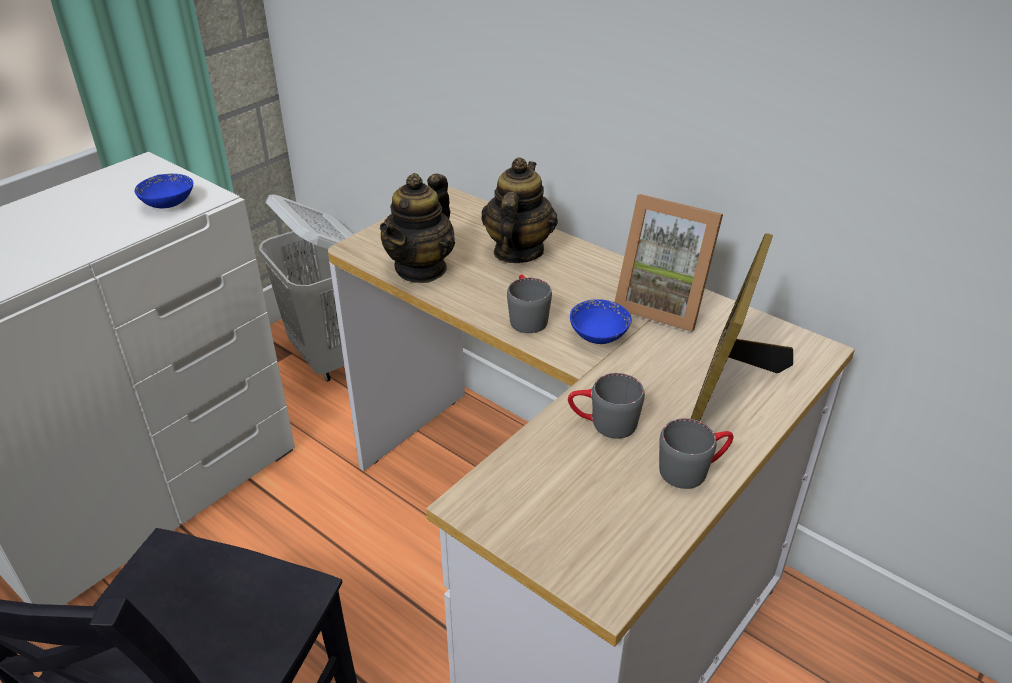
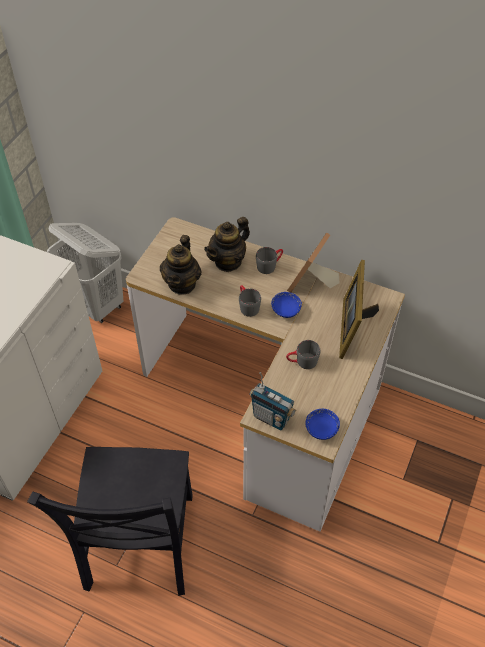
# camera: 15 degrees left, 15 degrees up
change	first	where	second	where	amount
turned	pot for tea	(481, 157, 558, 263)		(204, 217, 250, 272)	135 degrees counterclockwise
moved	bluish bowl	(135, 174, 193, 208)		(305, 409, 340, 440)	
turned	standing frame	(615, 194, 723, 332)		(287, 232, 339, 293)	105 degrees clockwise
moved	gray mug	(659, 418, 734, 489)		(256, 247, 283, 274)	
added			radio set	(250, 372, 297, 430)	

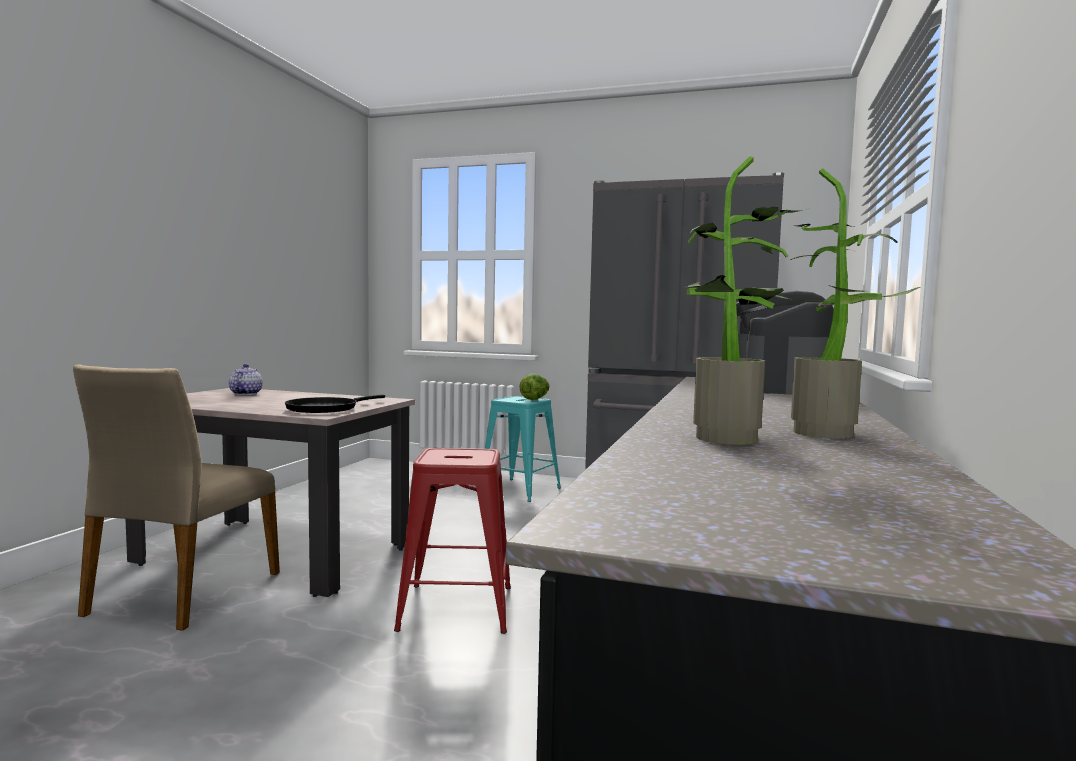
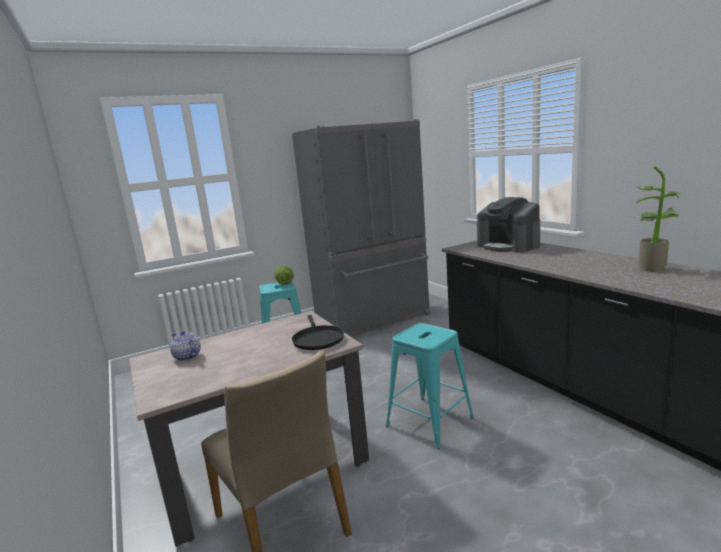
# camera: 45 degrees left, 10 degrees up
change	first	where	second	where	amount
removed	houseplant	(685, 156, 809, 445)			
recoloured	red sitting stool	(394, 448, 511, 634)	turquoise-coloured sitting stool	(386, 323, 474, 449)	

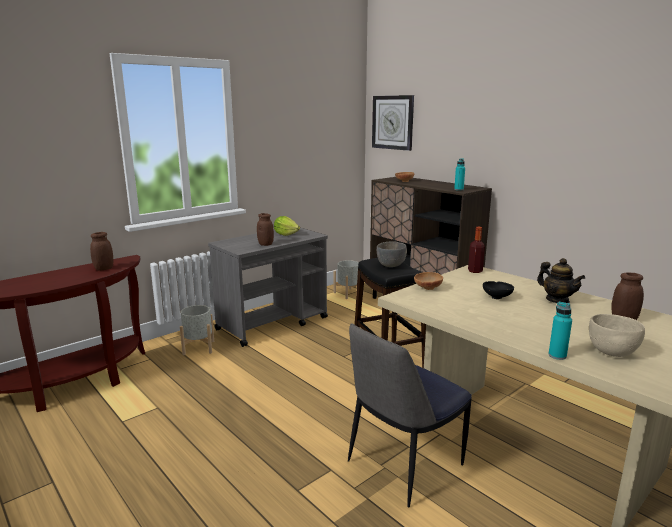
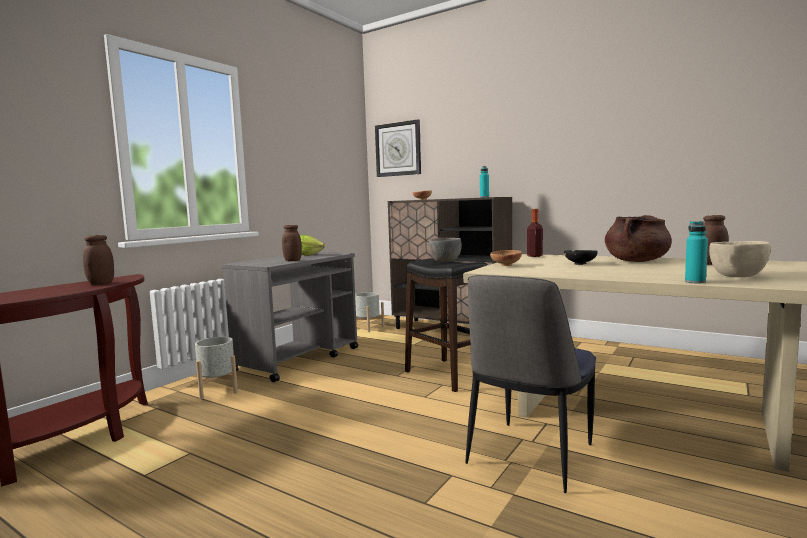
# camera: 15 degrees left, 10 degrees down
change	first	where	second	where	amount
replaced	pot for tea	(537, 258, 585, 303)	brown-coloured stockpot	(605, 215, 672, 262)	

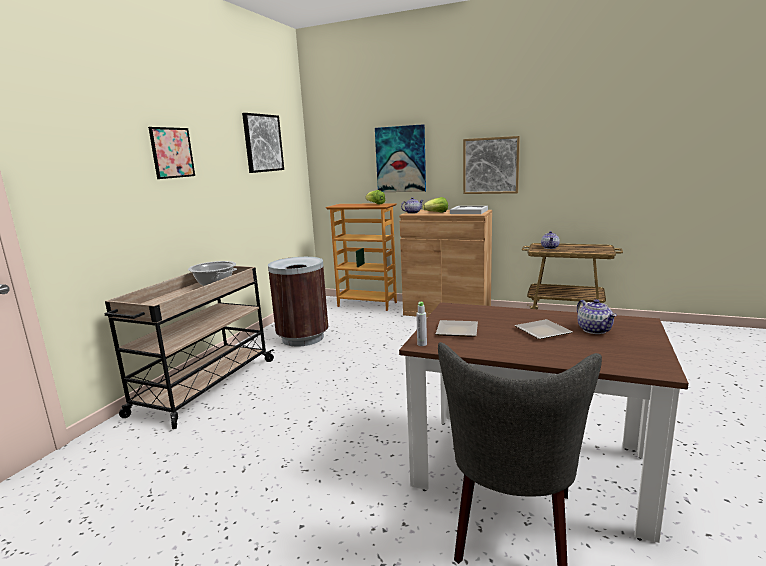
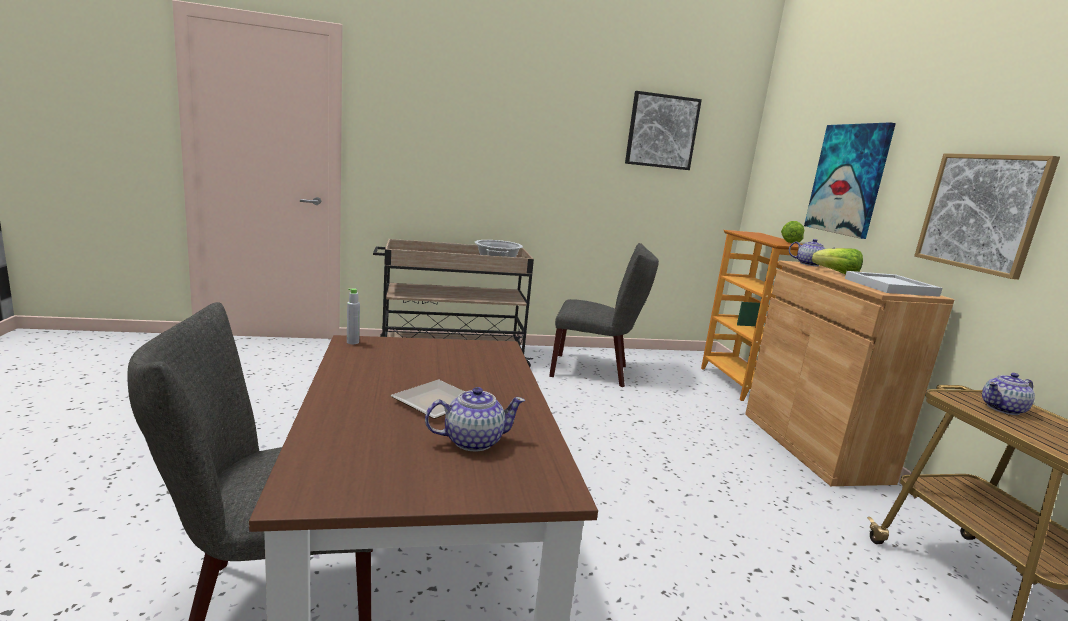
# camera: 55 degrees right, 0 degrees up
change	first	where	second	where	amount
removed	wall art	(148, 127, 195, 179)			
replaced	brown-coloured rubbish bin	(268, 257, 328, 346)	gray plain chair	(549, 243, 659, 387)	
turned	pot for tea	(577, 299, 617, 334)		(425, 387, 525, 452)	150 degrees counterclockwise
removed	plate	(436, 320, 478, 337)			

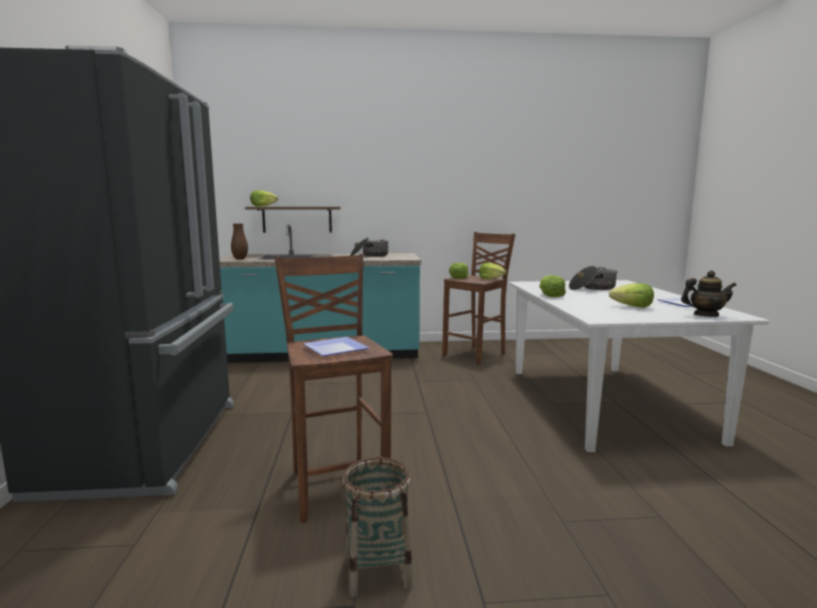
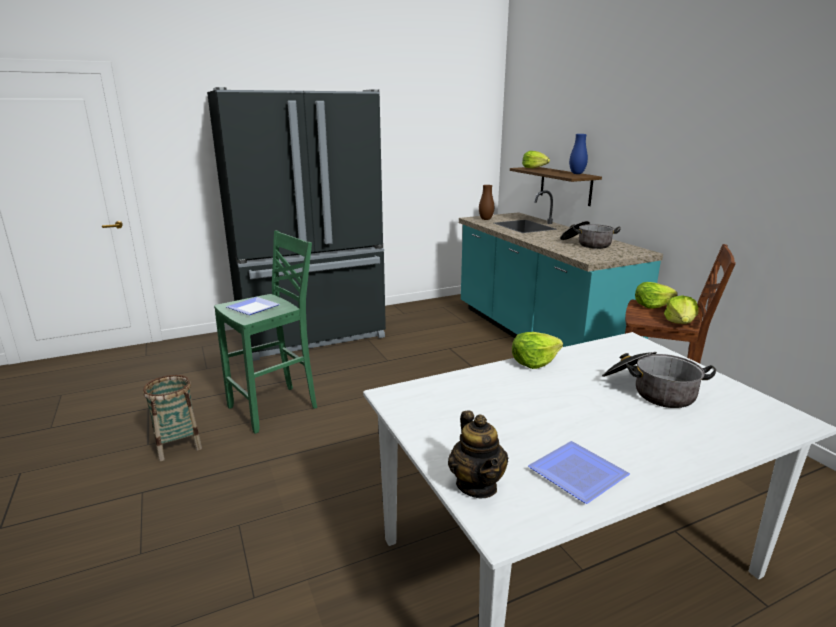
# camera: 70 degrees right, 10 degrees up
change	first	where	second	where	amount
recoloured	brown-coloured sitting stool	(275, 254, 393, 523)	greenish sitting stool	(214, 231, 317, 434)	
removed	lettuce head	(609, 283, 654, 308)			
added			bluish decorative vase	(569, 134, 588, 174)	

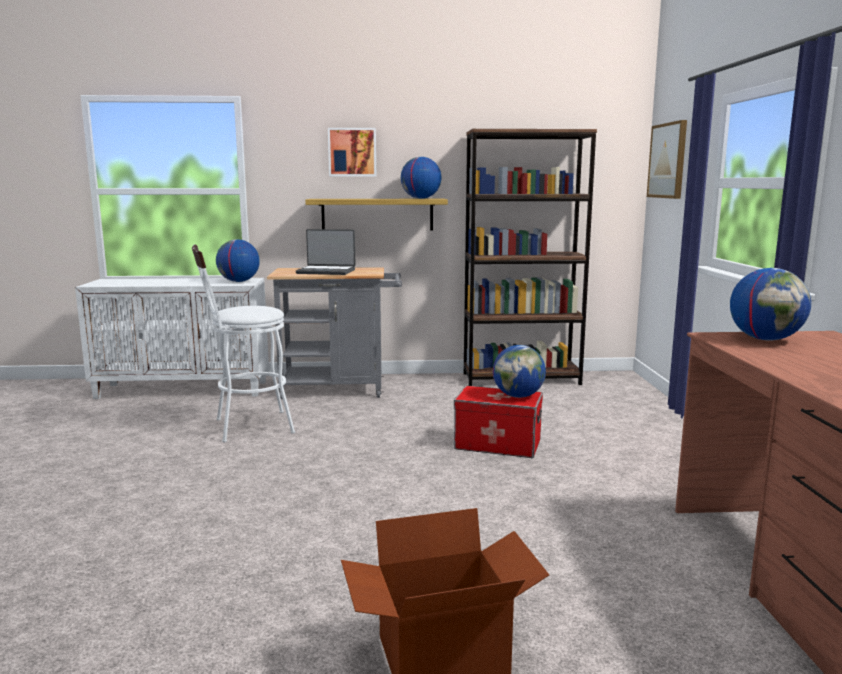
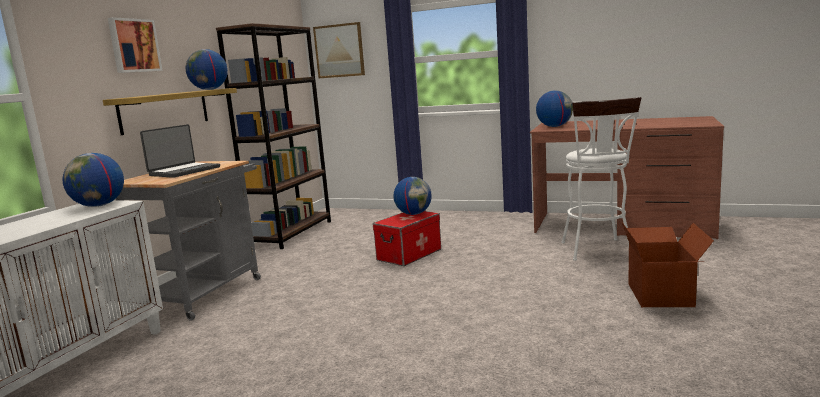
# camera: 65 degrees left, 0 degrees up
change	first	where	second	where	amount
moved	whitish sitting stool	(192, 244, 295, 442)		(561, 97, 642, 261)	

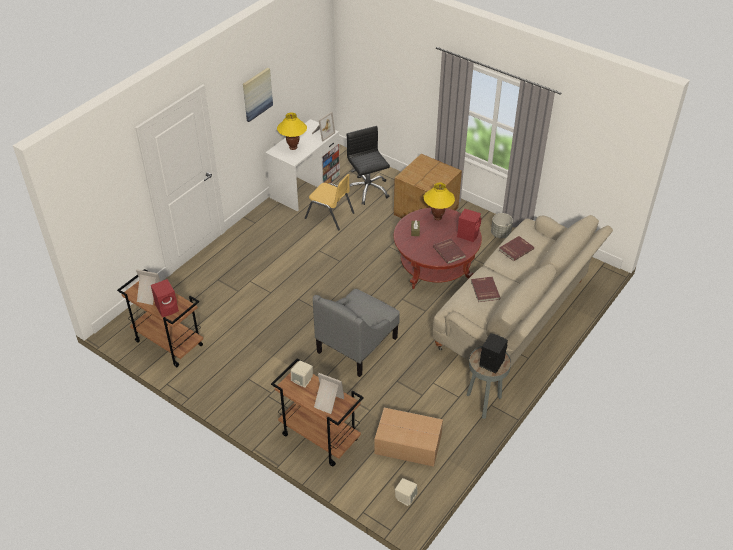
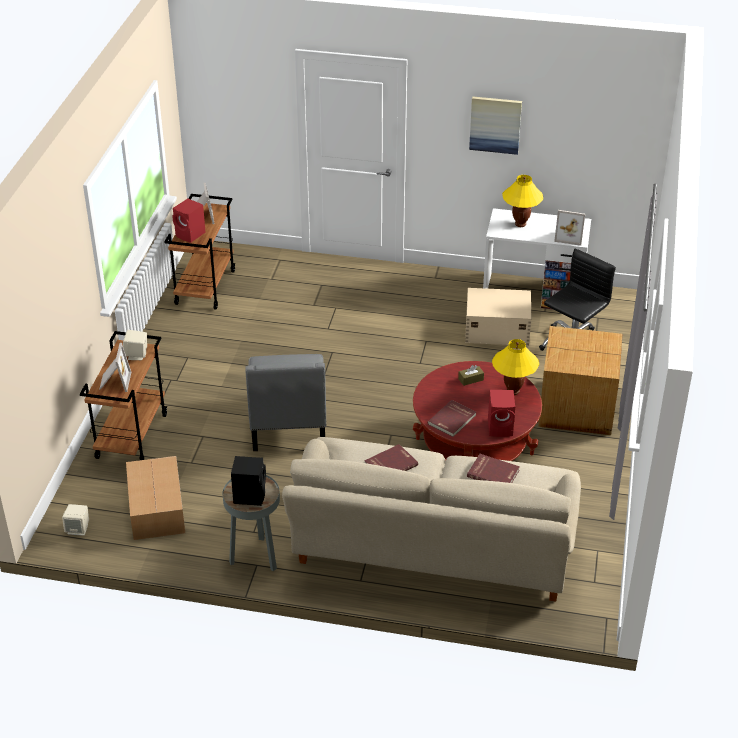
# camera: 65 degrees right, 5 degrees down
change	first	where	second	where	amount
replaced	yellowish plain chair	(305, 174, 354, 230)	beige-coloured storage box	(465, 288, 532, 346)	
removed	gray planter	(491, 213, 513, 238)			
turned	gray easy chair	(313, 289, 400, 377)		(245, 354, 326, 451)	105 degrees counterclockwise

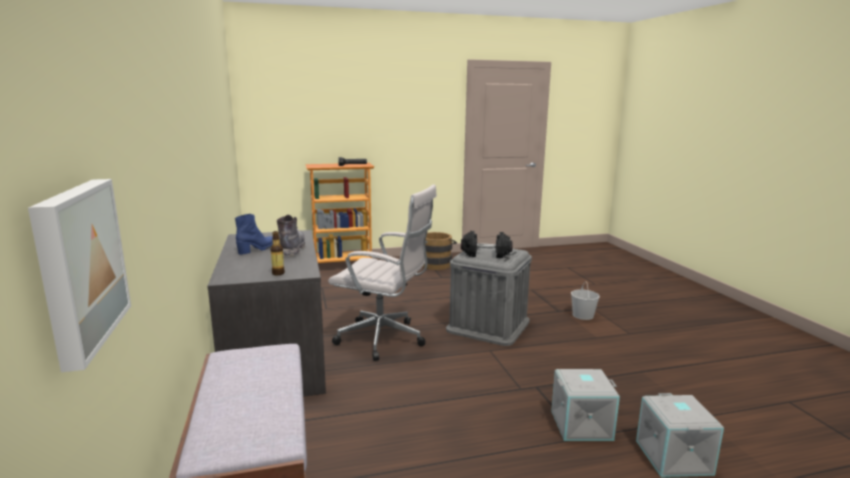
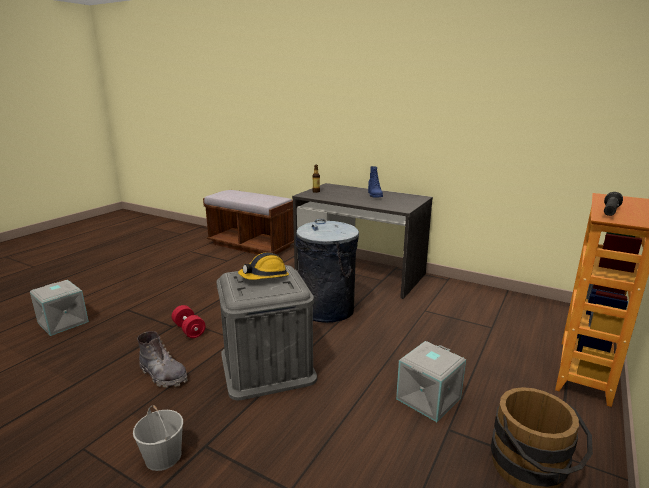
# camera: 135 degrees right, 5 degrees up
change	first	where	second	where	amount
removed	wall art	(28, 179, 131, 372)			
replaced	whitish desk chair	(328, 184, 437, 361)	gray rubbish bin	(295, 219, 359, 323)	
moved	gray boot	(277, 215, 305, 257)		(137, 331, 187, 388)	
replaced	blackish dumbbell	(461, 231, 513, 258)	safety helmet	(238, 252, 289, 280)	
moved	gray storage box	(551, 369, 620, 441)		(396, 341, 466, 422)	
added			red dumbbell	(172, 305, 206, 338)	

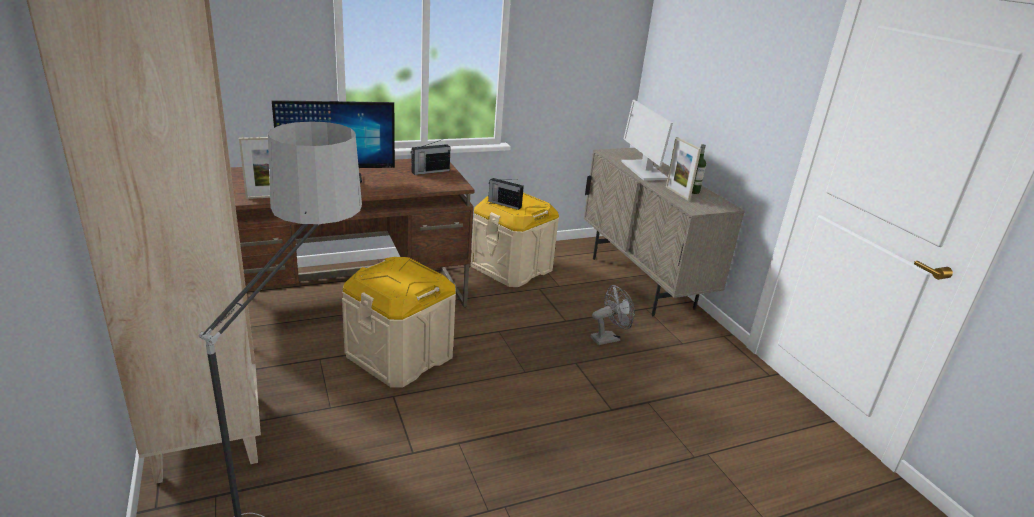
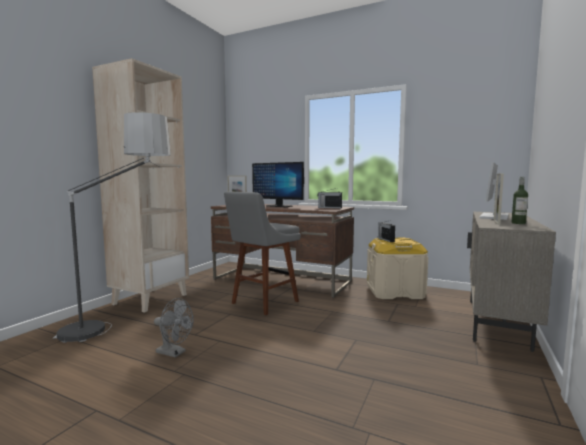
# camera: 50 degrees right, 20 degrees down
change	first	where	second	where	amount
replaced	beige-coloured storage box	(342, 257, 456, 387)	gray sitting stool	(224, 191, 301, 315)	
moved	gray cooling fan	(590, 285, 635, 345)		(154, 298, 194, 358)	

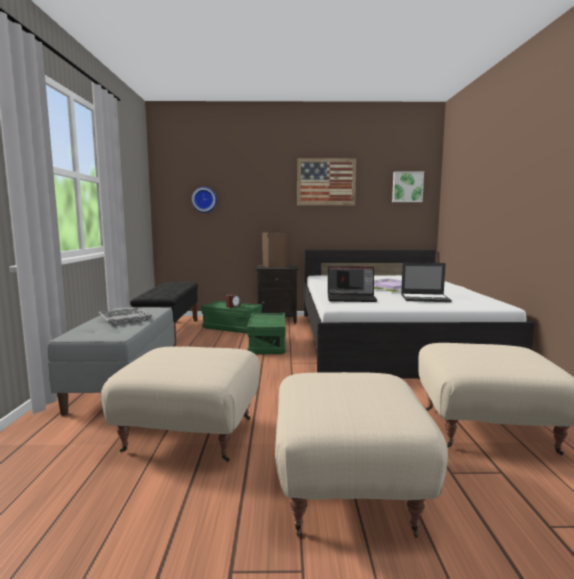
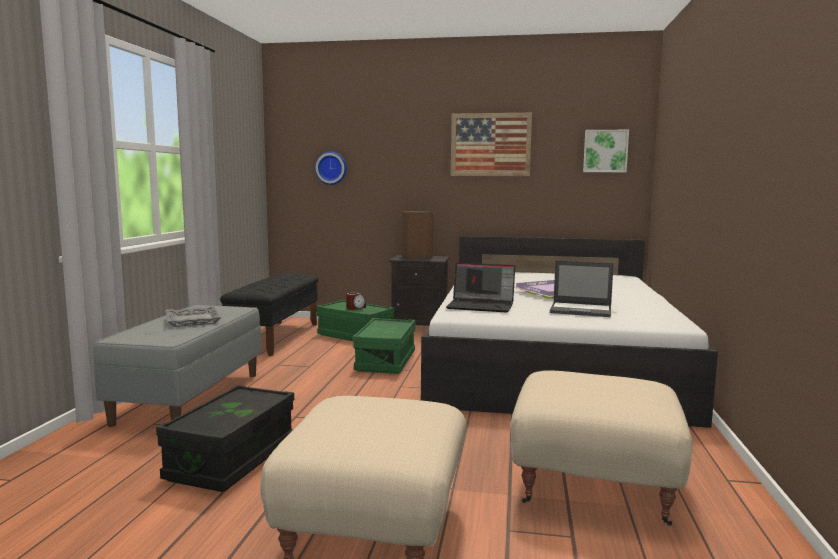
# camera: 10 degrees right, 0 degrees up
change	first	where	second	where	amount
replaced	beige-coloured footrest	(101, 346, 260, 462)	blackish storage box	(156, 385, 294, 492)	

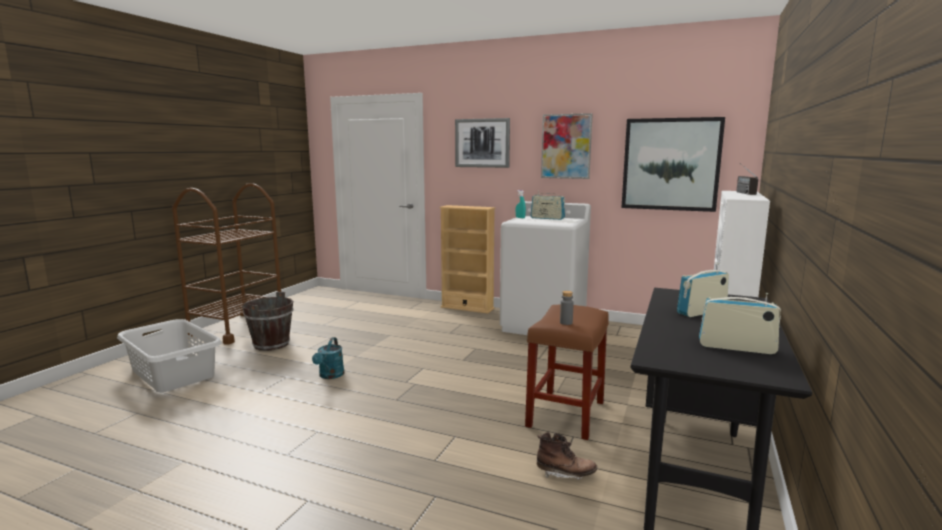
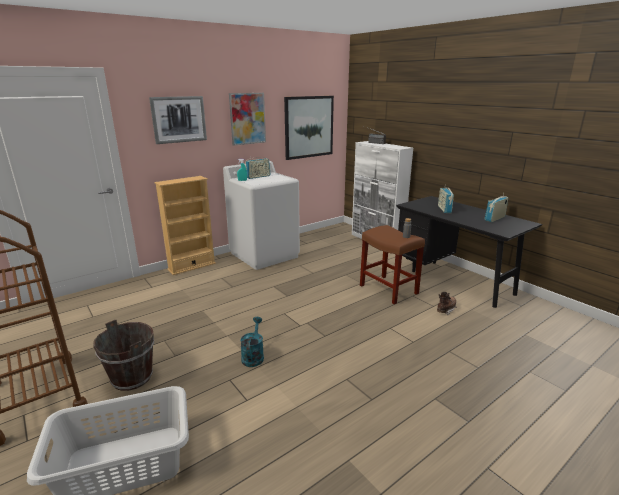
# camera: 60 degrees left, 10 degrees up
change	first	where	second	where	amount
turned	turquoise-coloured sprinkling can	(312, 337, 344, 379)		(240, 317, 264, 367)	120 degrees counterclockwise

